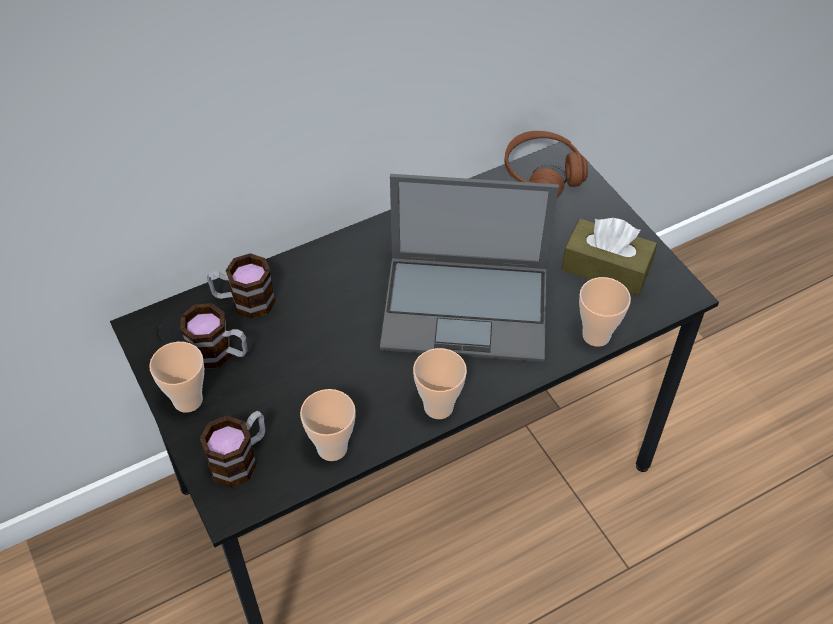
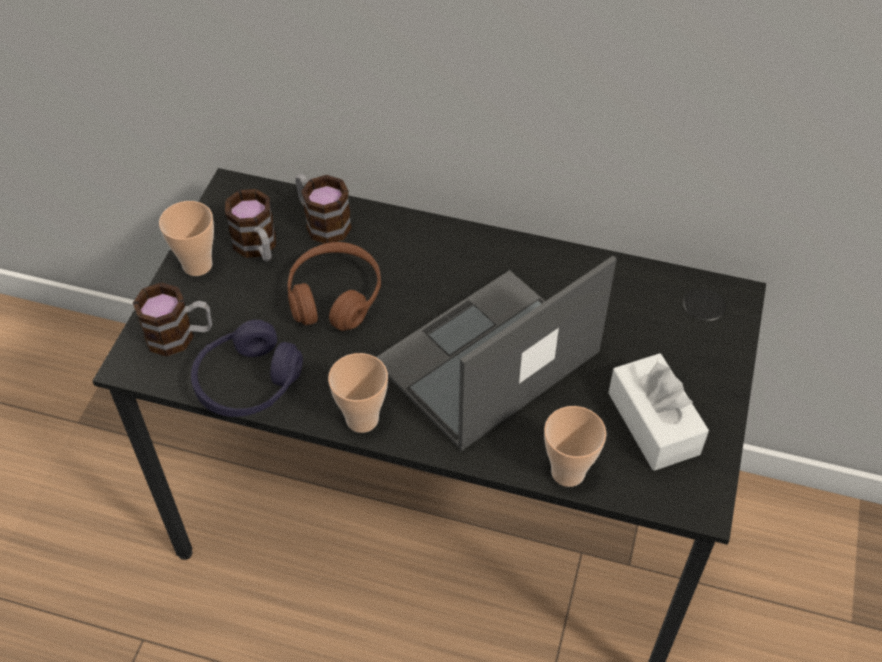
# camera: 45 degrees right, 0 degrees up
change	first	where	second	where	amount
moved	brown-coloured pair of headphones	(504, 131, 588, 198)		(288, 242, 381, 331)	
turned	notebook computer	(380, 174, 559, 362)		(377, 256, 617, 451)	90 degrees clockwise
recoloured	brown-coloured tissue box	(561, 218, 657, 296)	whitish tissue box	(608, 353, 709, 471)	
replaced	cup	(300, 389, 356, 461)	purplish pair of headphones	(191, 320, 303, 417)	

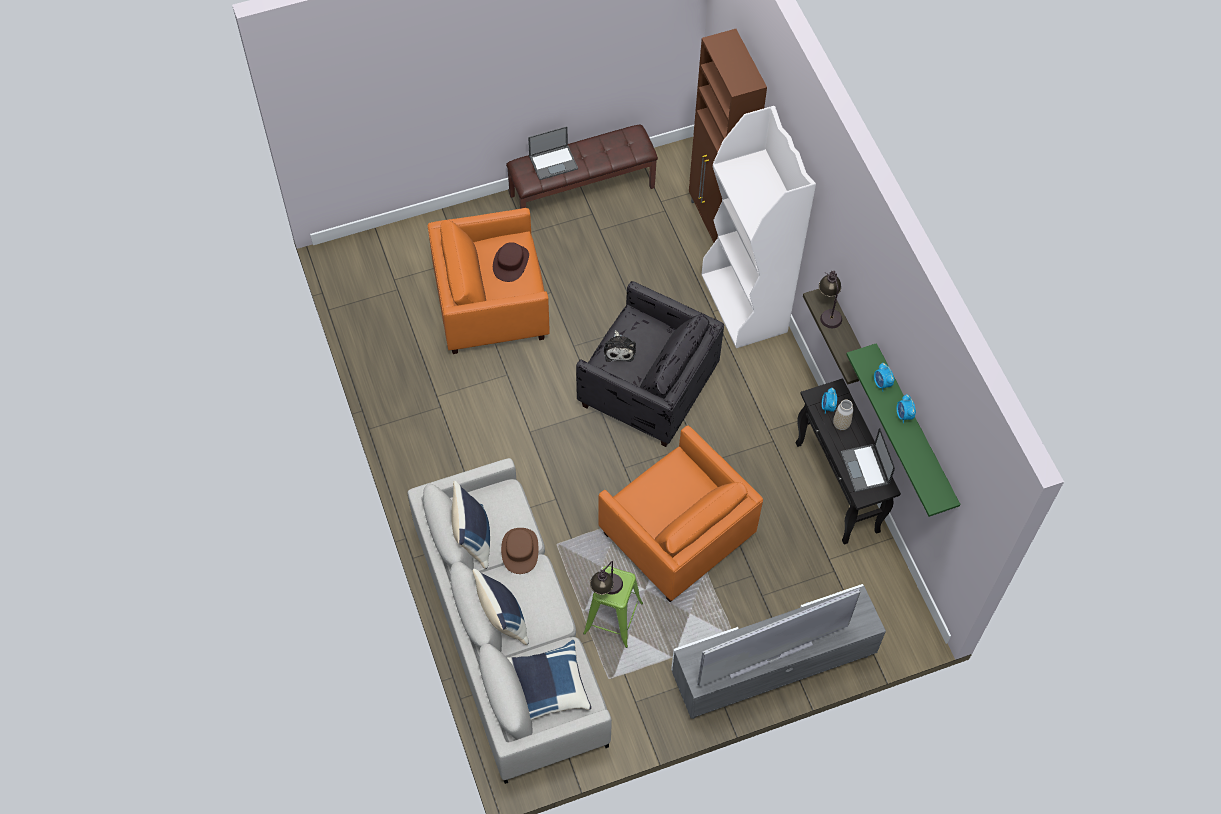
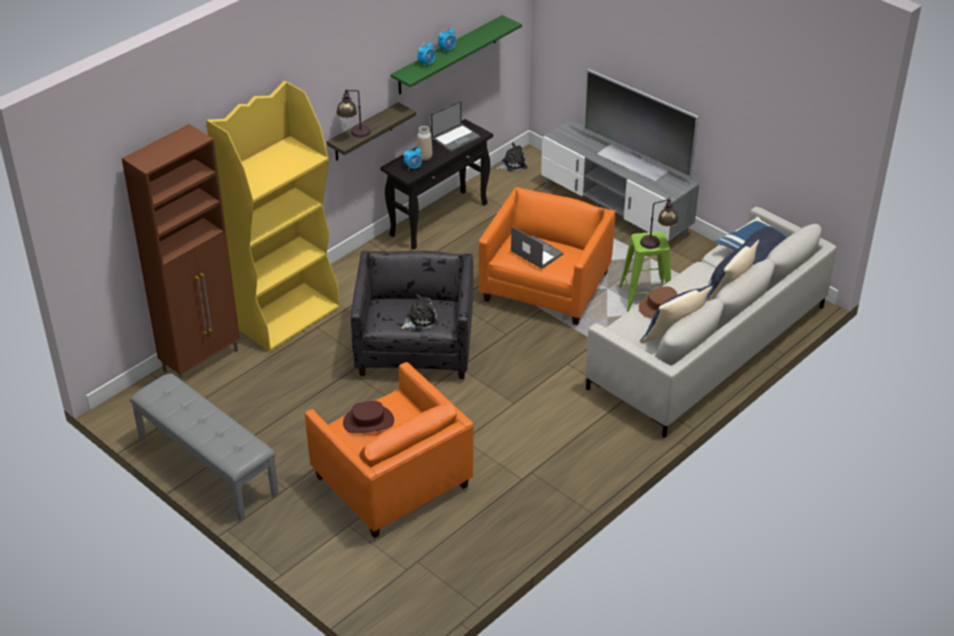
# camera: 115 degrees left, 20 degrees down
change	first	where	second	where	amount
recoloured	whitish bookshelf	(702, 106, 816, 348)	yellowish bookshelf	(206, 81, 340, 352)	
recoloured	brown-coloured long seat	(506, 125, 658, 209)	gray long seat	(129, 373, 279, 521)	
moved	notebook computer	(528, 126, 578, 180)		(511, 226, 564, 269)	
added			soft toy	(496, 143, 528, 172)	

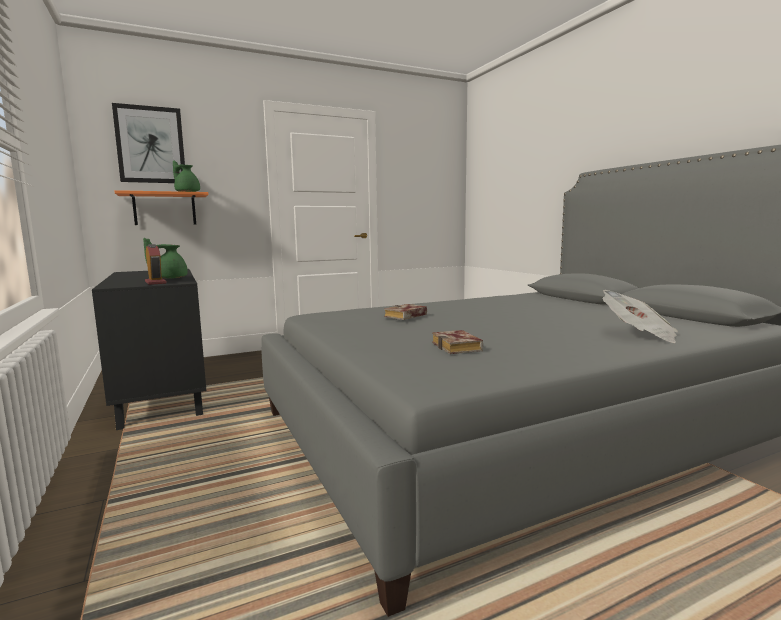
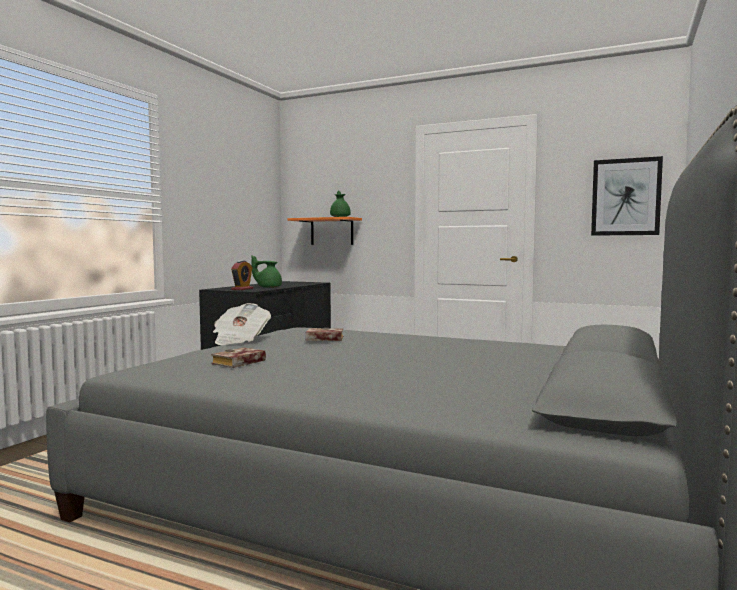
# camera: 50 degrees right, 5 degrees down
change	first	where	second	where	amount
moved	wall art	(112, 103, 185, 183)		(591, 156, 663, 236)	
moved	newspaper	(602, 290, 678, 343)		(213, 303, 271, 345)	

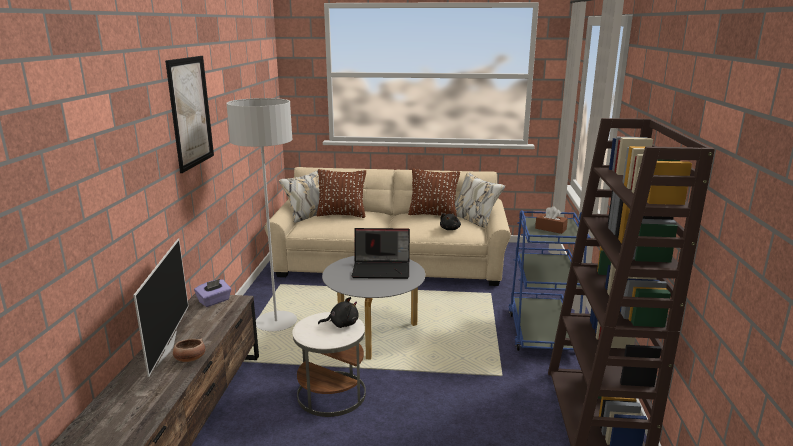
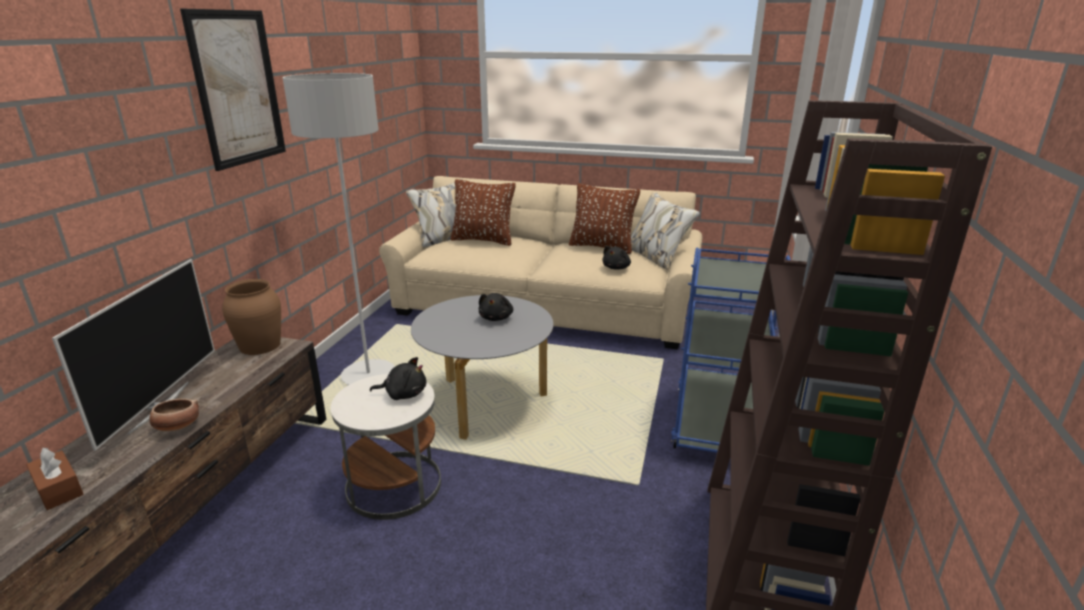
# camera: 10 degrees right, 5 degrees up
change	first	where	second	where	amount
moved	brown-coloured tissue box	(535, 206, 568, 234)		(26, 448, 83, 510)	
replaced	notebook computer	(352, 228, 410, 279)	blackish soft toy	(479, 293, 513, 321)	
replaced	purplish tissue box	(194, 279, 232, 307)	brown-coloured decorative vase	(222, 279, 281, 355)	

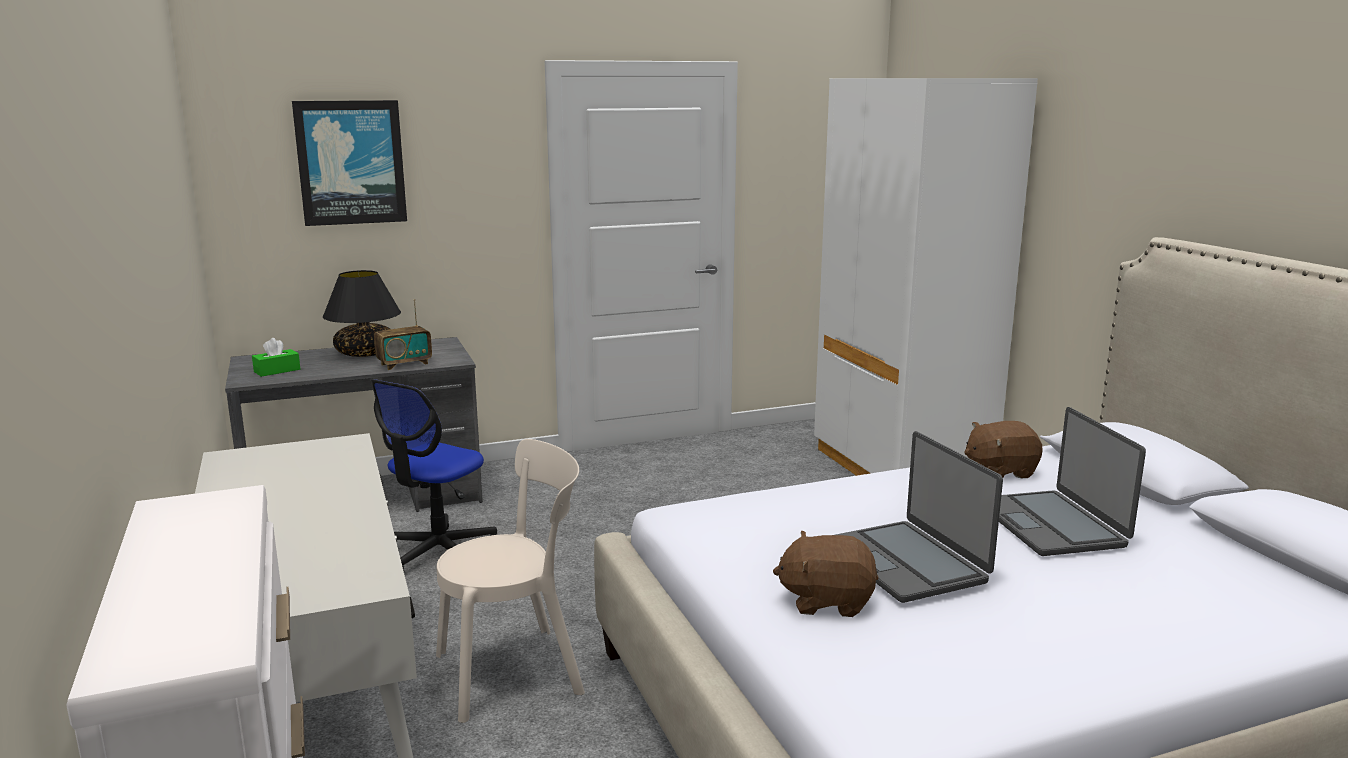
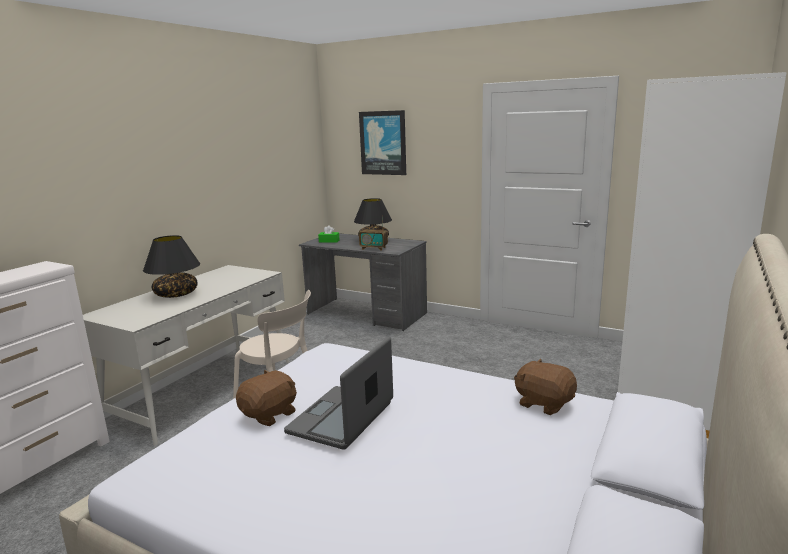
# camera: 50 degrees right, 0 degrees up
change	first	where	second	where	amount
removed	desk chair	(371, 379, 497, 571)			
removed	notebook computer	(999, 407, 1146, 556)			
turned	brown-coloured soft toy	(773, 531, 879, 617)		(236, 370, 297, 426)	75 degrees clockwise
added			blackish lamp for a table	(143, 235, 200, 298)	

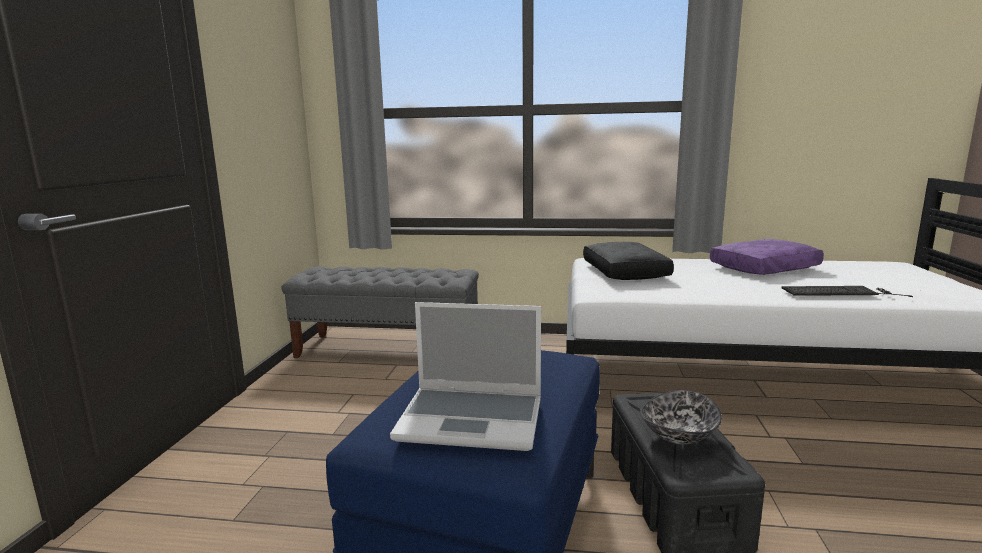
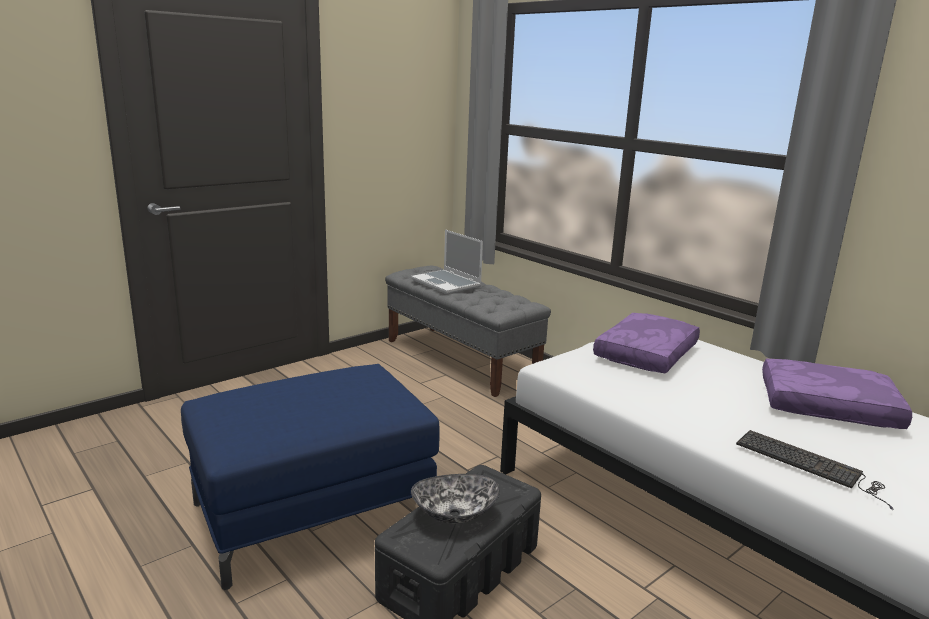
# camera: 40 degrees right, 5 degrees up
change	first	where	second	where	amount
recoloured	blackish throw pillow	(583, 242, 674, 280)	purplish throw pillow	(593, 313, 700, 373)	
moved	notebook computer	(390, 302, 541, 451)		(411, 230, 483, 294)	

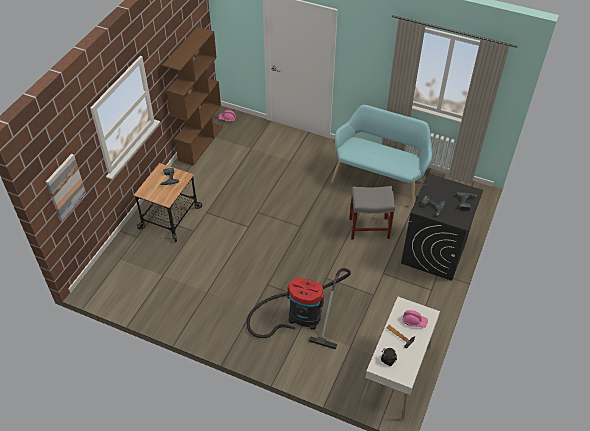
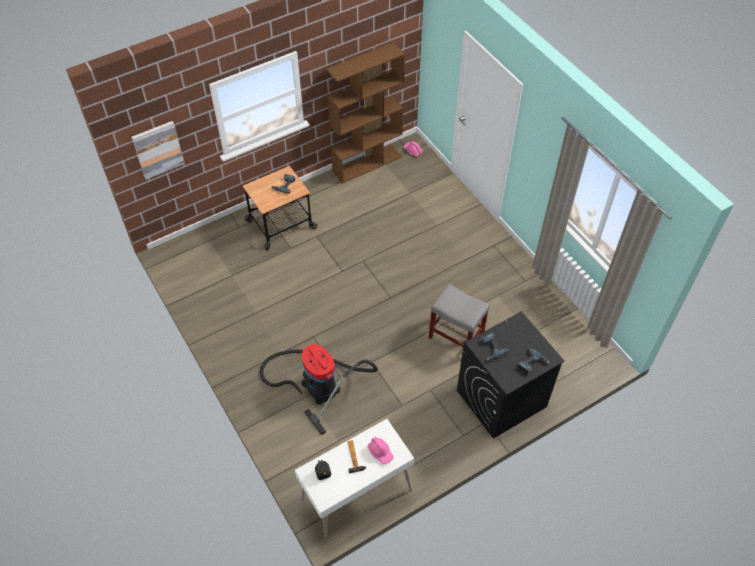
# camera: 35 degrees right, 5 degrees up
change	first	where	second	where	amount
removed	turquoise-coloured long seat	(331, 105, 432, 208)			

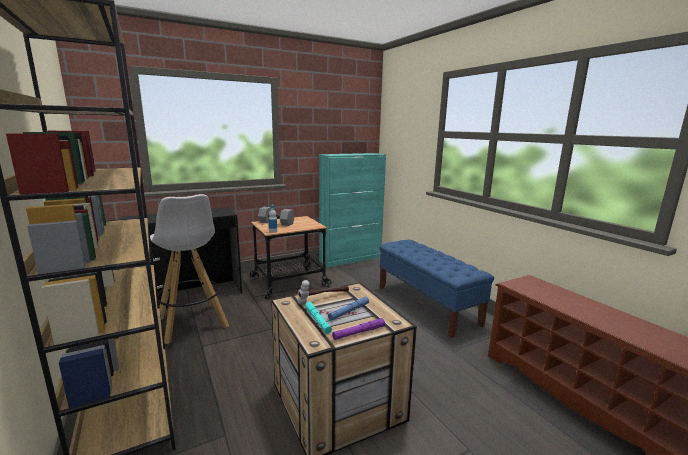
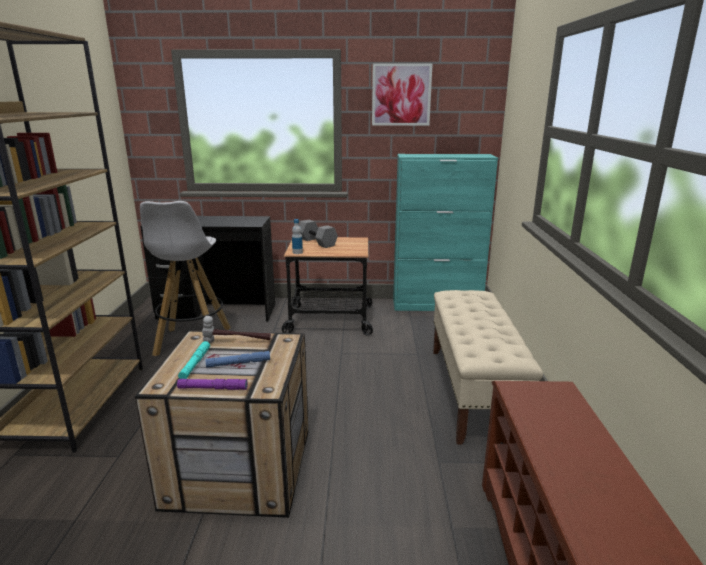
# camera: 30 degrees right, 5 degrees up
change	first	where	second	where	amount
recoloured	bluish long seat	(379, 240, 494, 338)	beige-coloured long seat	(433, 290, 543, 445)	
added			wall art	(372, 63, 433, 126)	

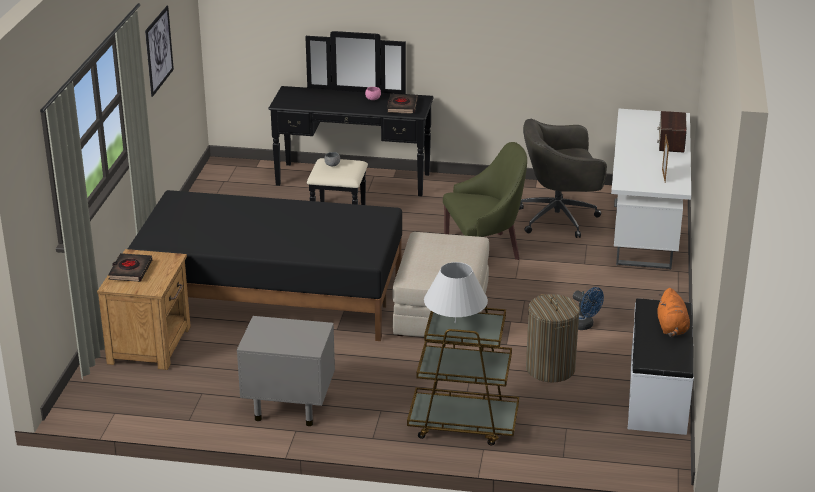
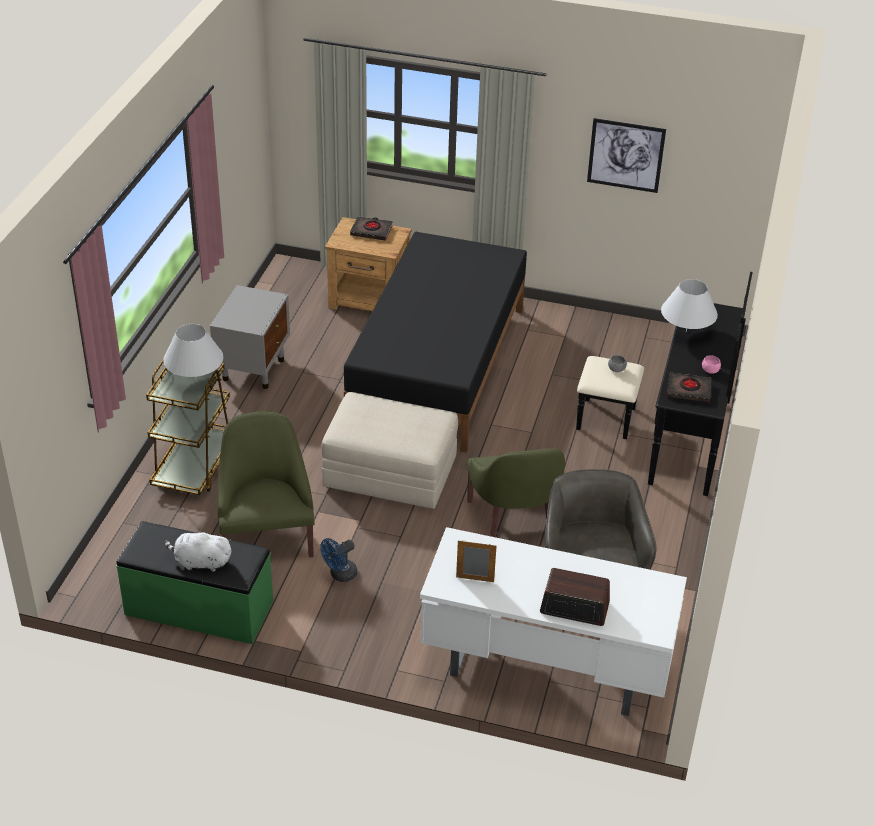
# camera: 95 degrees right, 10 degrees up
change	first	where	second	where	amount
recoloured	orangey soft toy	(657, 288, 690, 337)	whitish soft toy	(165, 528, 231, 572)	
replaced	hamper	(526, 294, 580, 382)	greenish easy chair	(217, 411, 314, 557)	
recoloured	whitish long seat	(628, 298, 694, 435)	greenish long seat	(117, 521, 273, 644)	
added			whitish lamp for a table	(661, 279, 718, 332)	

